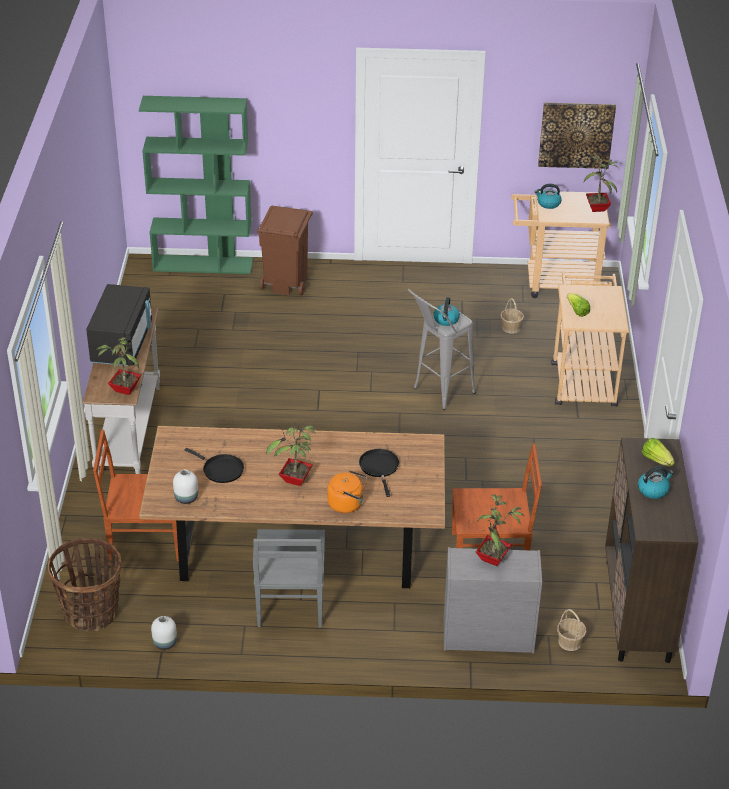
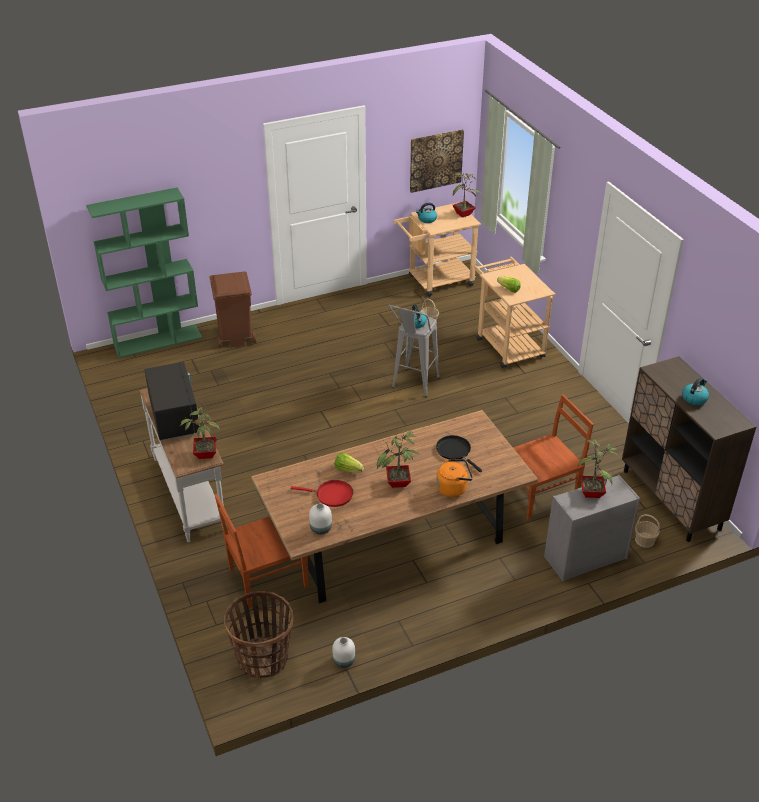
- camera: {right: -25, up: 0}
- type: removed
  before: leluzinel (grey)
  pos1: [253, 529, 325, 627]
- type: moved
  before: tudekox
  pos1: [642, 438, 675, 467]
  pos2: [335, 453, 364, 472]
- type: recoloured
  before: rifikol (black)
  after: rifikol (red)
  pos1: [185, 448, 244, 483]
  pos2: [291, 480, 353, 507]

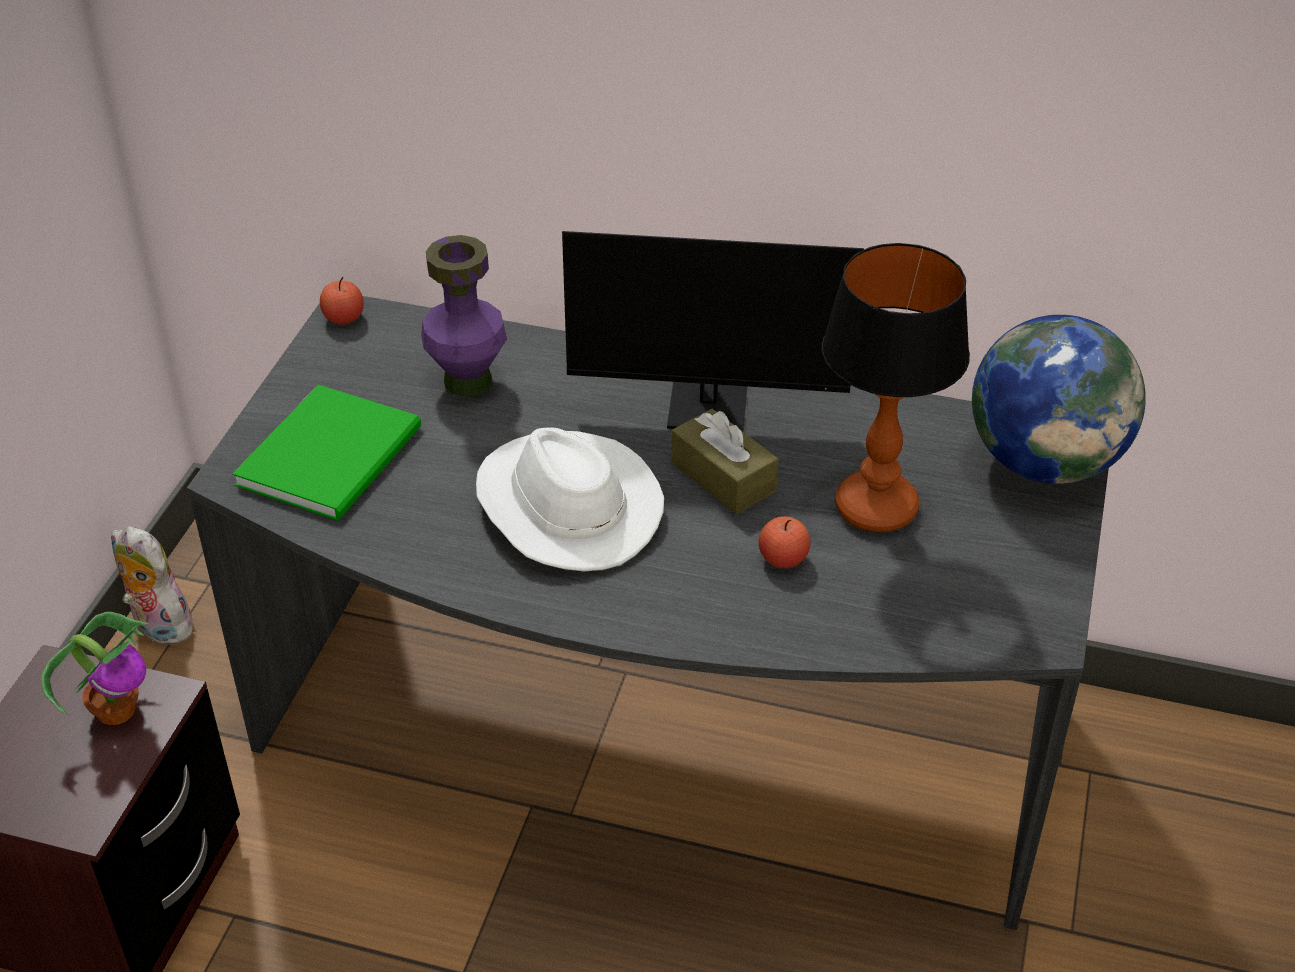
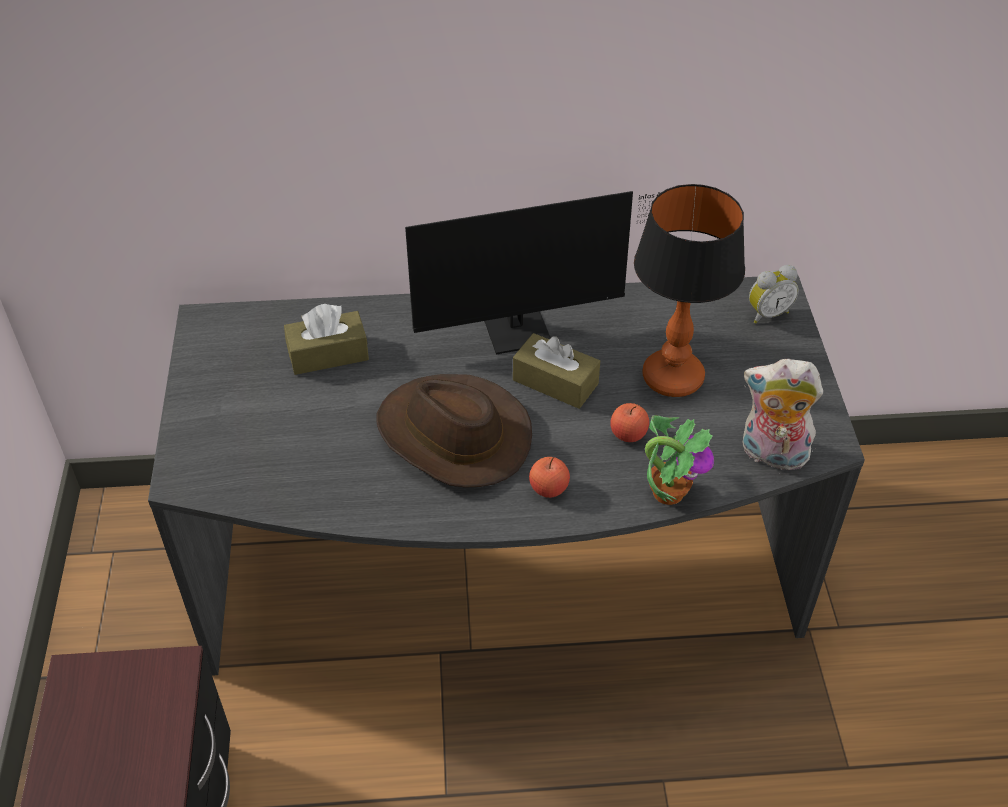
- camera: {right: -20, up: 5}
- type: removed
  before: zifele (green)
  pos1: [232, 385, 421, 521]
- type: moved
  before: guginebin
  pos1: [41, 612, 148, 725]
  pos2: [645, 415, 714, 505]
- type: moved
  before: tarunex
  pos1: [111, 526, 200, 645]
  pos2: [743, 359, 823, 470]
- type: moved
  before: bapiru
  pos1: [320, 277, 364, 325]
  pos2: [529, 457, 570, 498]
- type: replaced
  before: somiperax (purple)
  after: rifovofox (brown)
  pos1: [421, 235, 507, 397]
  pos2: [284, 304, 369, 375]
- type: replaced
  before: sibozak
  after: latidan
  pos1: [972, 315, 1146, 484]
  pos2: [749, 265, 799, 324]
- type: recoloured
  before: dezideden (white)
  after: dezideden (brown)
  pos1: [476, 427, 664, 571]
  pos2: [376, 374, 532, 488]

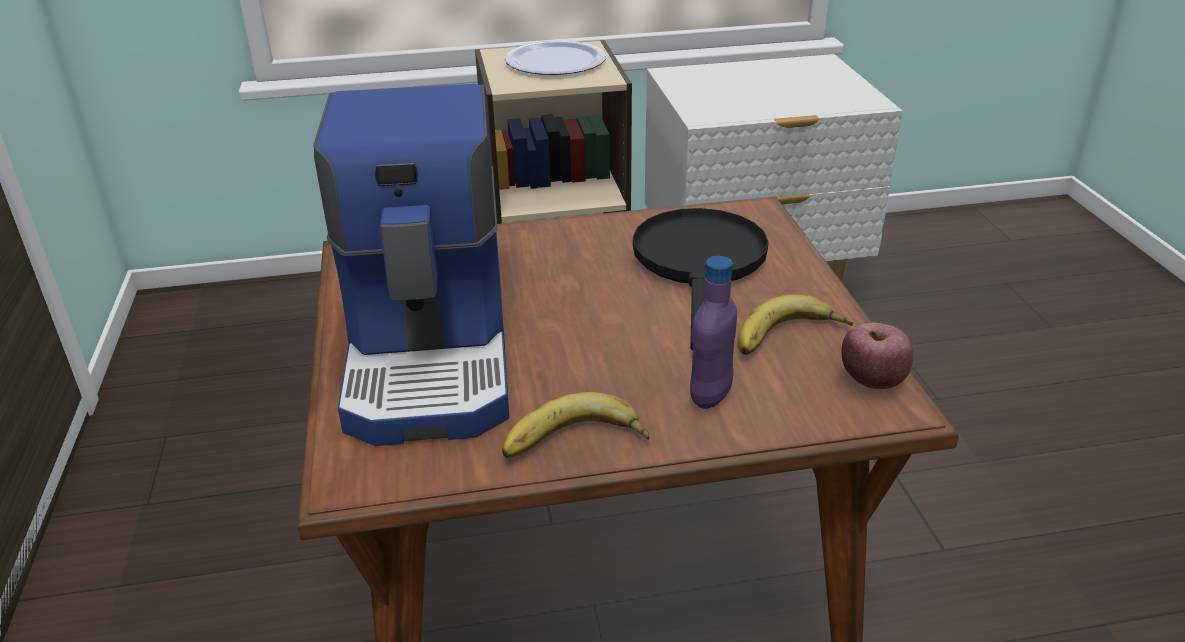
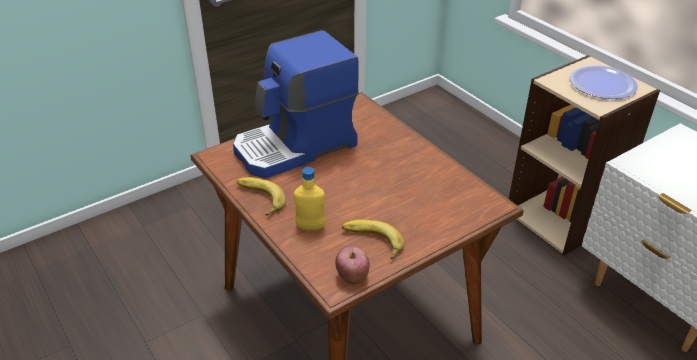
- camera: {right: 65, up: 5}
- type: removed
  before: rifikol (black)
  pos1: [633, 208, 769, 350]
- type: recoloured
  before: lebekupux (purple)
  after: lebekupux (yellow)
  pos1: [690, 256, 737, 409]
  pos2: [294, 167, 326, 231]

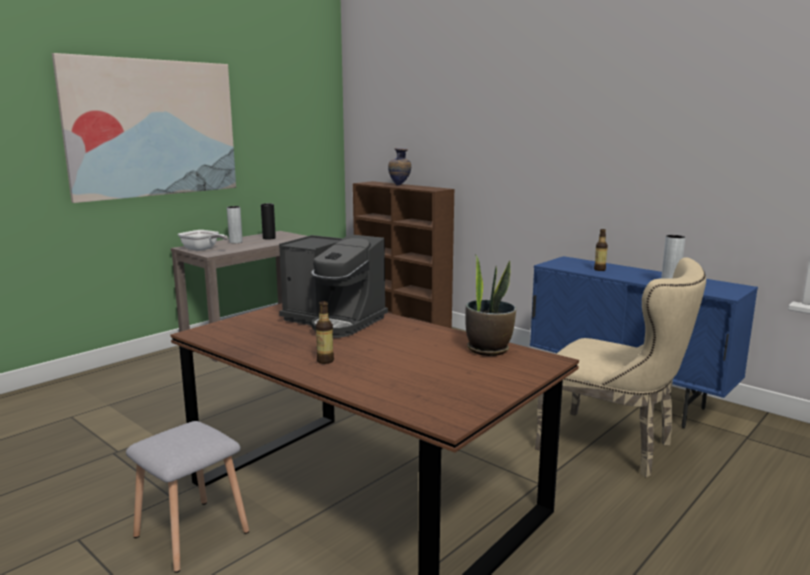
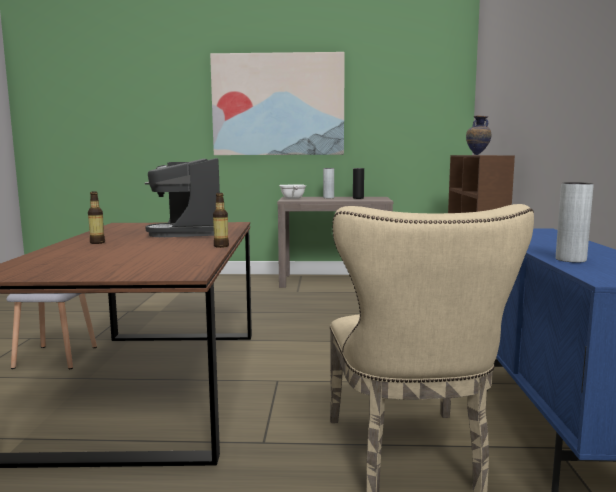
- camera: {right: 50, up: -5}
- type: removed
  before: guginebin
  pos1: [465, 254, 516, 356]
- type: moved
  before: lebekupux
  pos1: [594, 229, 608, 271]
  pos2: [213, 193, 229, 248]

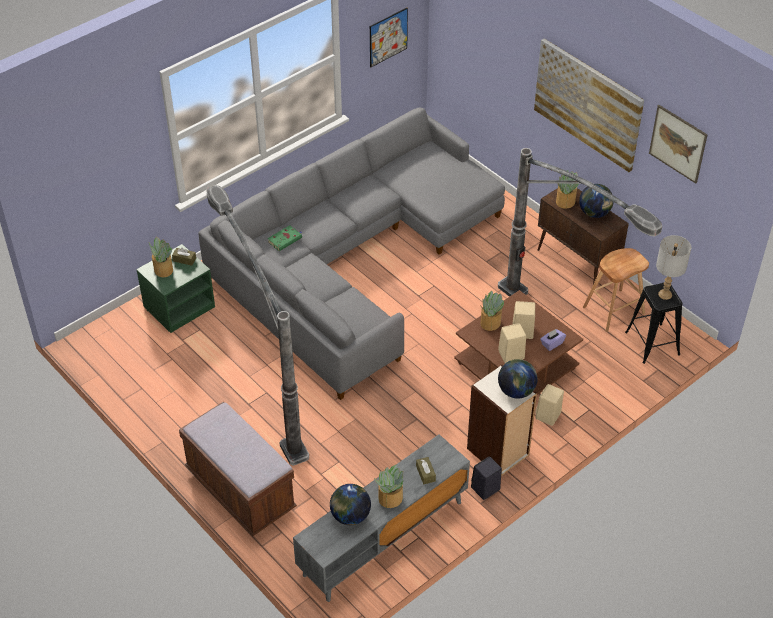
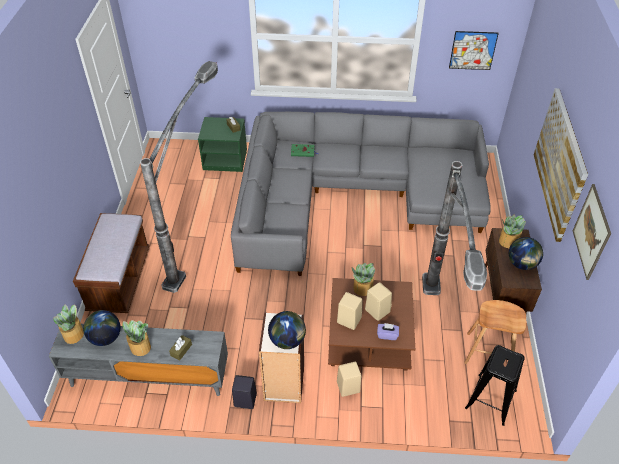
- camera: {right: 45, up: 0}
- type: removed
  before: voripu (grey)
  pos1: [656, 235, 691, 300]
- type: moved
  before: guginebin
  pos1: [149, 237, 173, 277]
  pos2: [53, 305, 84, 344]

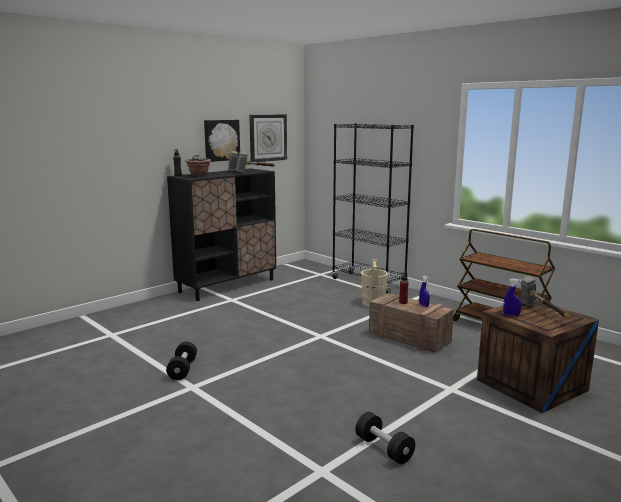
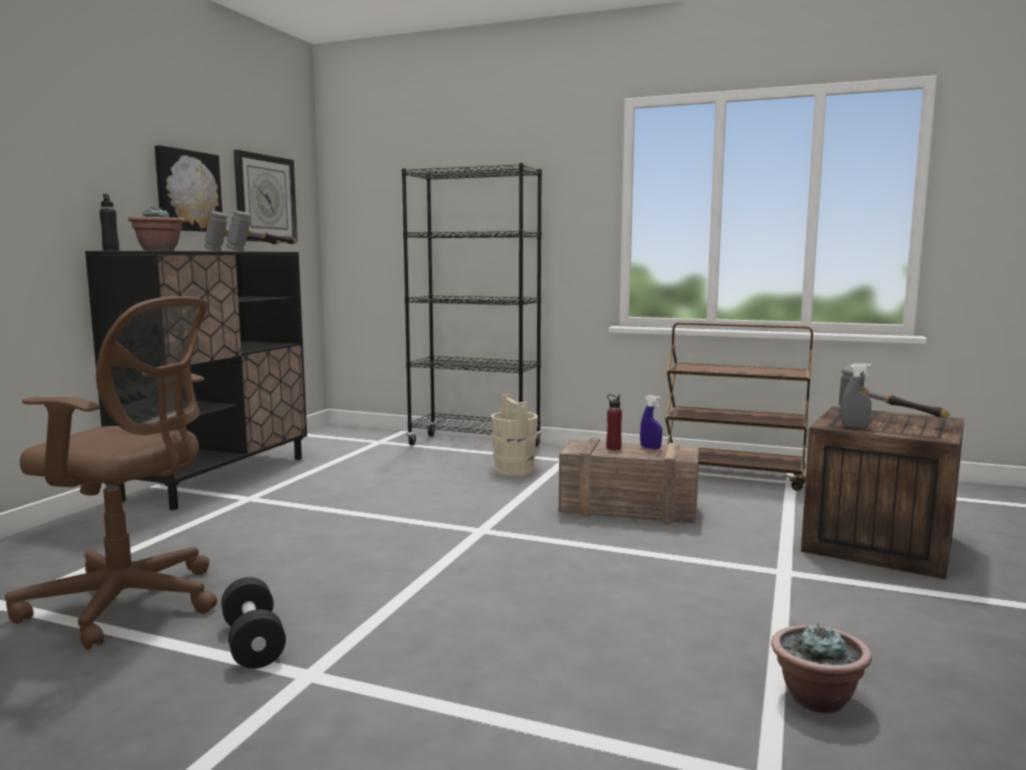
- camera: {right: -25, up: -5}
- type: added
  after: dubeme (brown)
  pos2: [5, 296, 217, 650]
- type: replaced
  before: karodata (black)
  after: guginebin
  pos1: [355, 412, 415, 464]
  pos2: [771, 622, 872, 713]
- type: recoloured
  before: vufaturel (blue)
  after: vufaturel (grey)
  pos1: [503, 278, 522, 316]
  pos2: [841, 363, 871, 427]

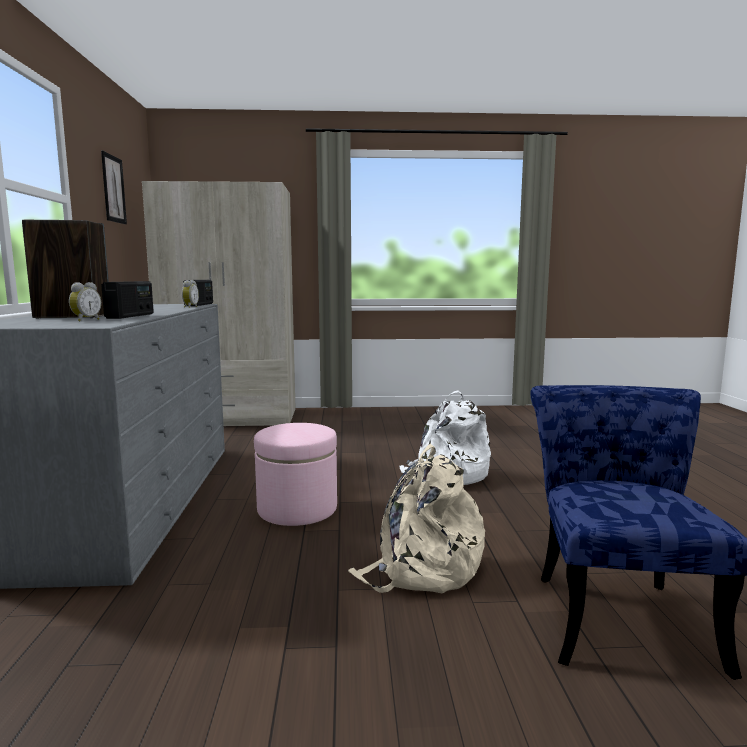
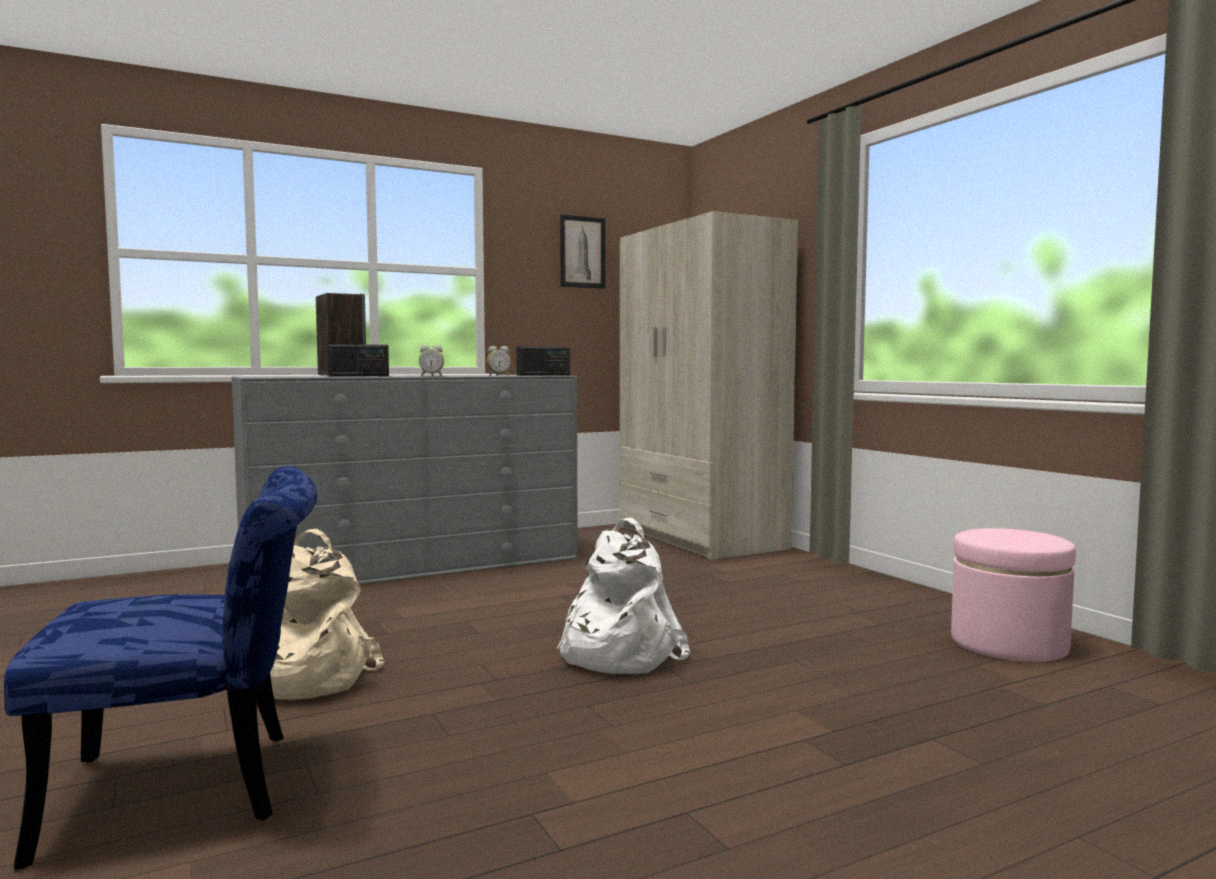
- camera: {right: 65, up: -5}
- type: moved
  before: latidan
  pos1: [69, 282, 101, 321]
  pos2: [419, 345, 444, 376]
- type: moved
  before: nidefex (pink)
  pos1: [254, 423, 337, 526]
  pos2: [951, 528, 1076, 662]

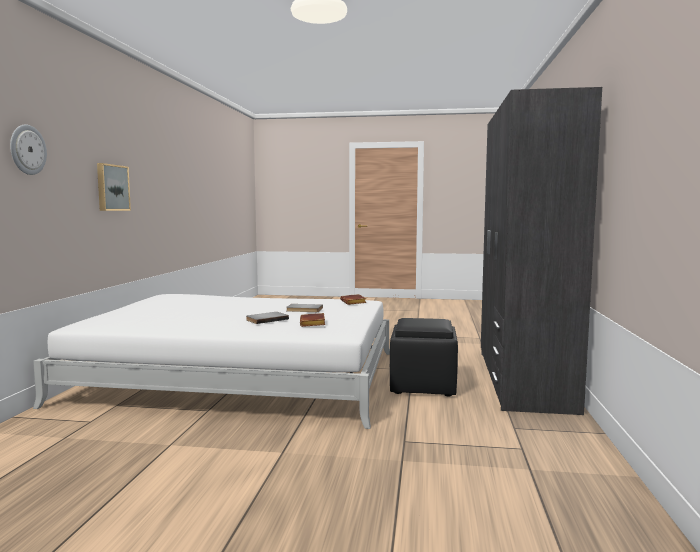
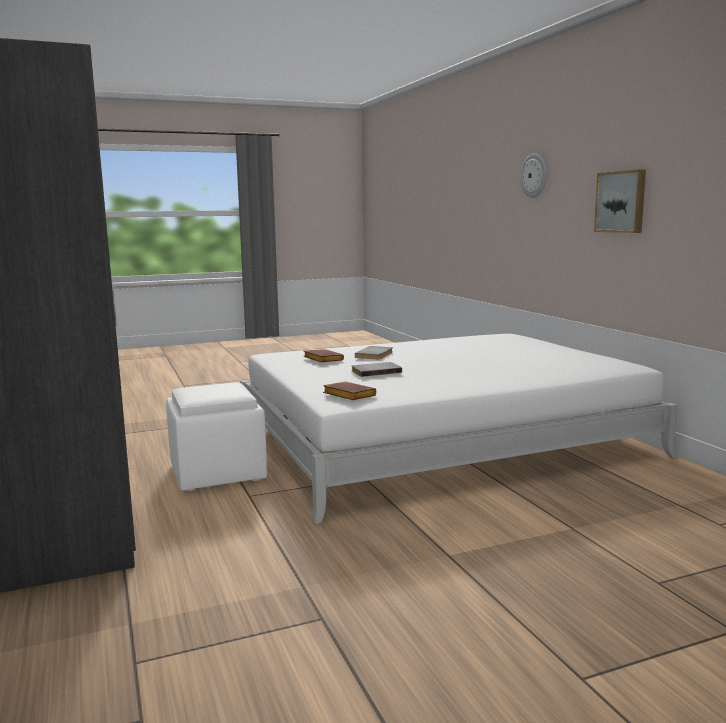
- camera: {right: 150, up: 5}
- type: recoloured
  before: nidefex (black)
  after: nidefex (white)
  pos1: [390, 318, 458, 396]
  pos2: [166, 382, 267, 491]

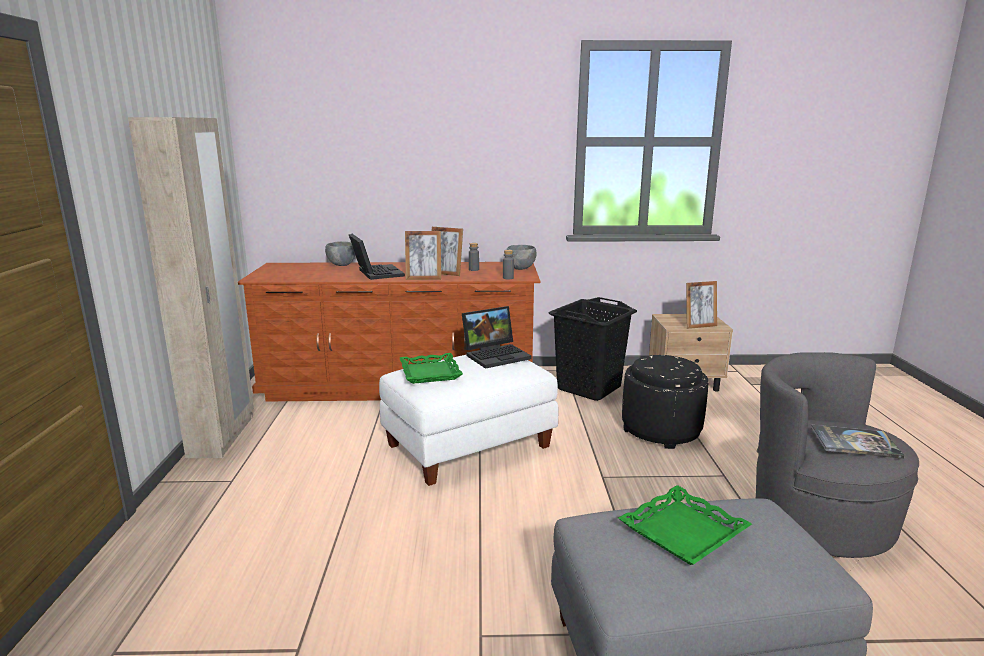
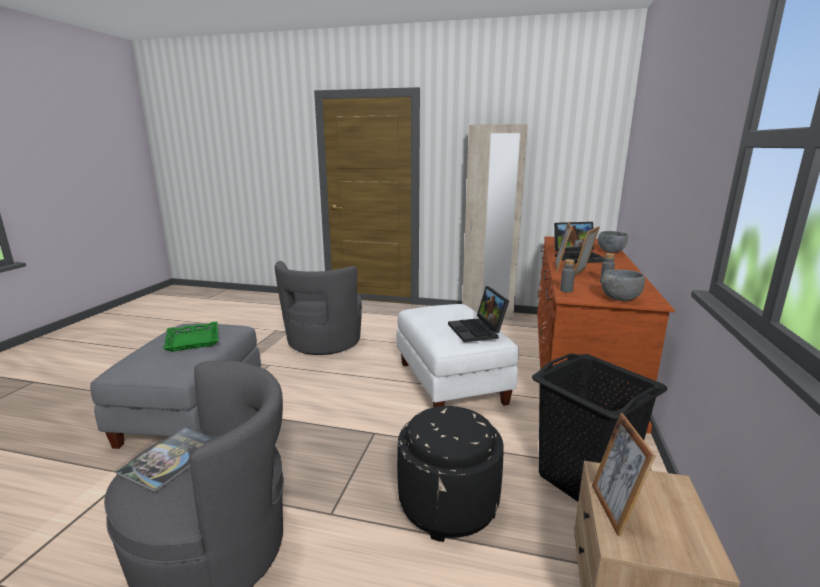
- camera: {right: 105, up: 0}
- type: removed
  before: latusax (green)
  pos1: [400, 353, 463, 384]
- type: added
  after: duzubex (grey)
  pos2: [275, 261, 362, 355]

